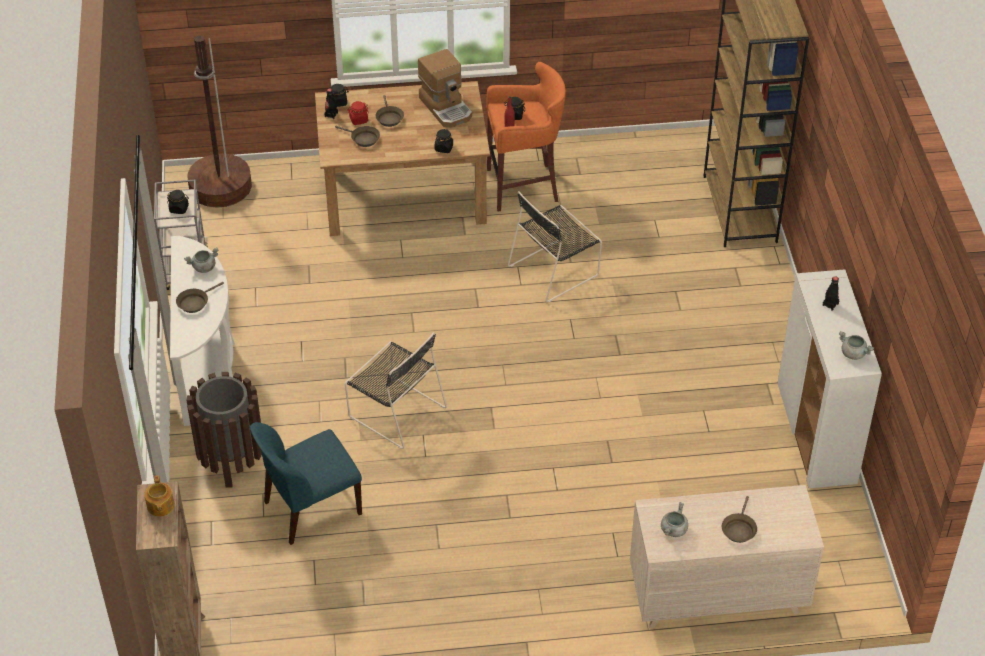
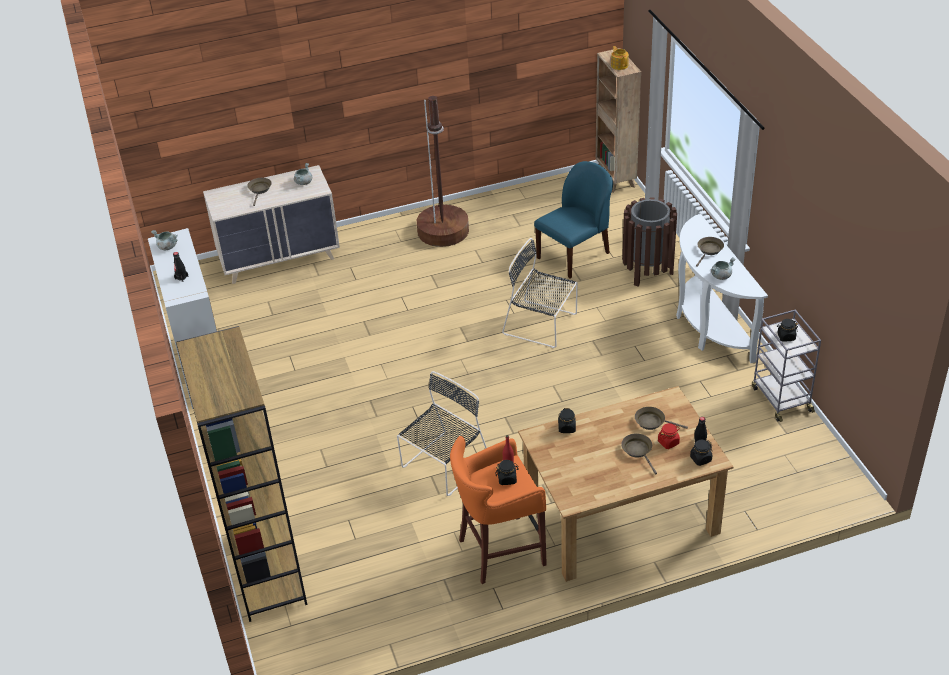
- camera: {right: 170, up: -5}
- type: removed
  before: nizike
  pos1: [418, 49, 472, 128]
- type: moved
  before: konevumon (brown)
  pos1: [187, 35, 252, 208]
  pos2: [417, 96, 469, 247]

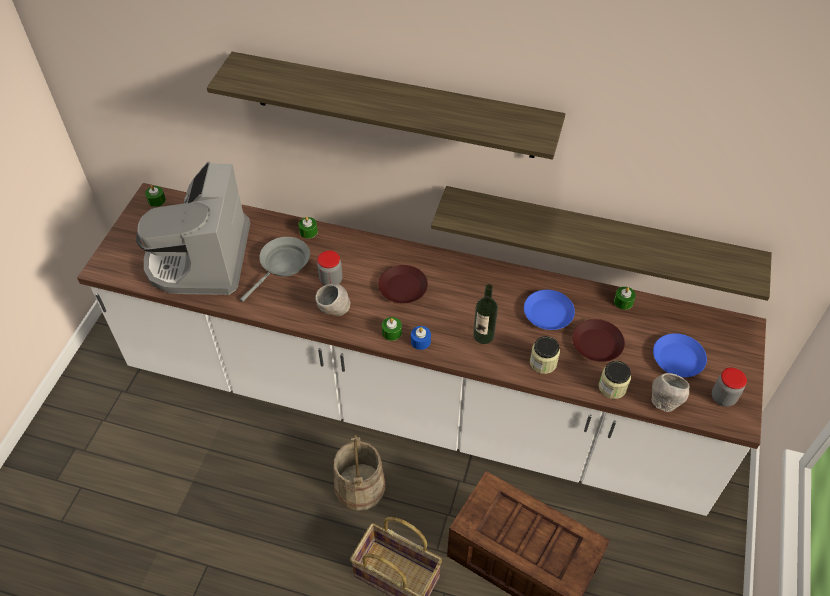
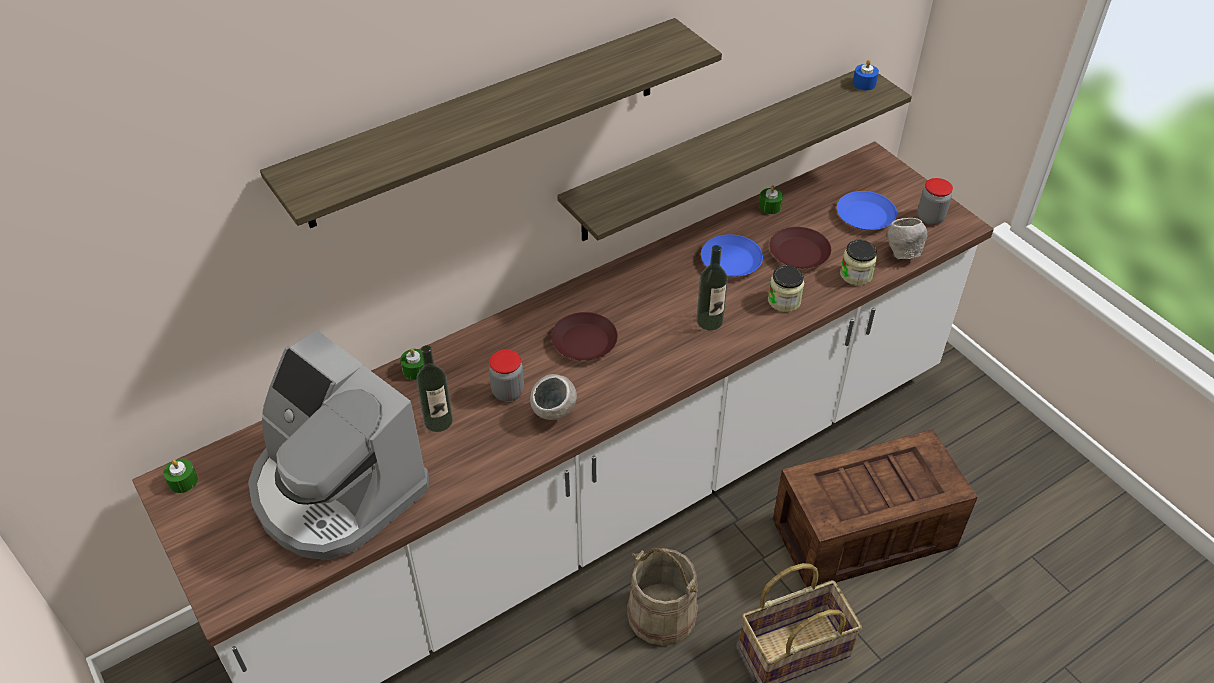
- camera: {right: -50, up: -5}
- type: removed
  before: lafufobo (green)
  pos1: [382, 317, 402, 341]
- type: moved
  before: lafufobo (blue)
  pos1: [411, 326, 431, 350]
  pos2: [853, 60, 879, 90]
- type: replaced
  before: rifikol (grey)
  after: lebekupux
  pos1: [240, 237, 310, 302]
  pos2: [416, 345, 453, 432]

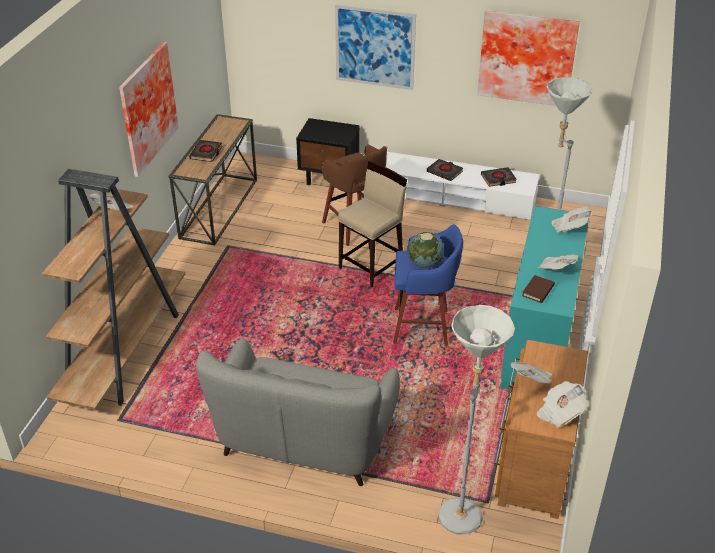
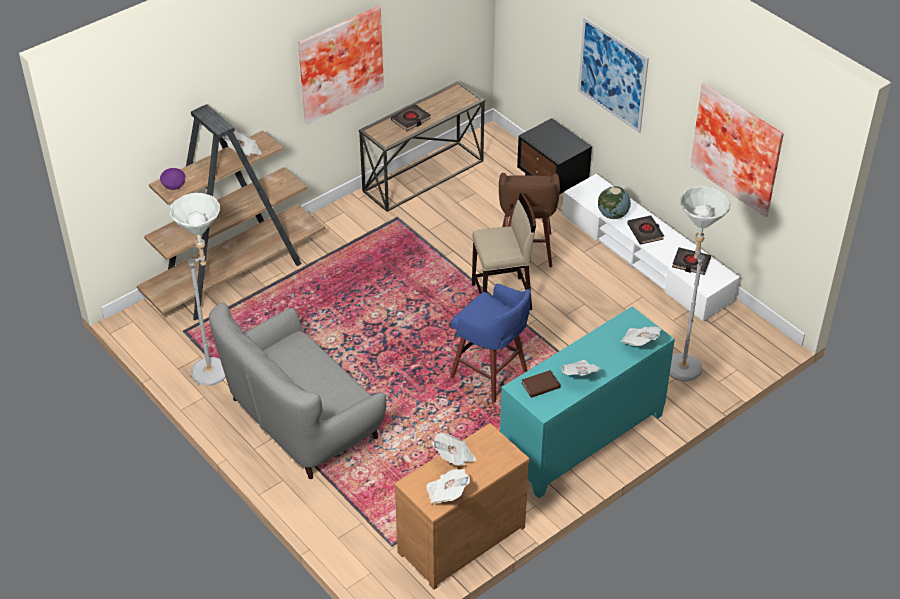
- camera: {right: 35, up: 5}
- type: added
  after: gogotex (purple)
  pos2: [160, 168, 185, 190]
- type: moved
  before: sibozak
  pos1: [408, 232, 444, 268]
  pos2: [598, 186, 631, 219]
- type: moved
  before: konevumon (grey)
  pos1: [438, 305, 515, 535]
  pos2: [170, 193, 226, 386]

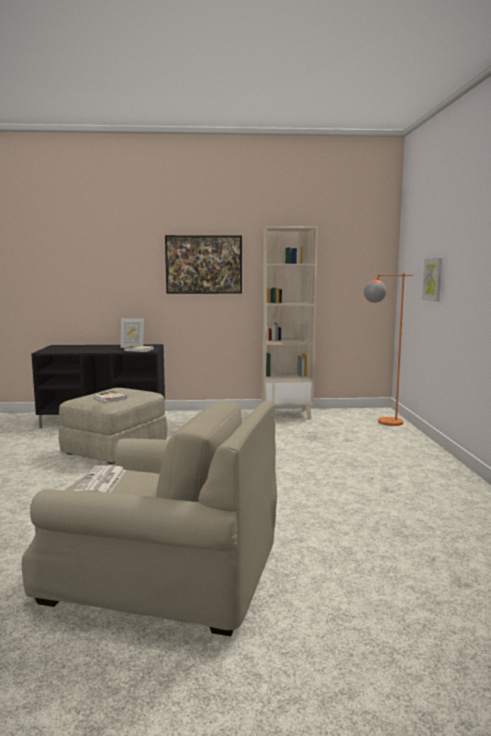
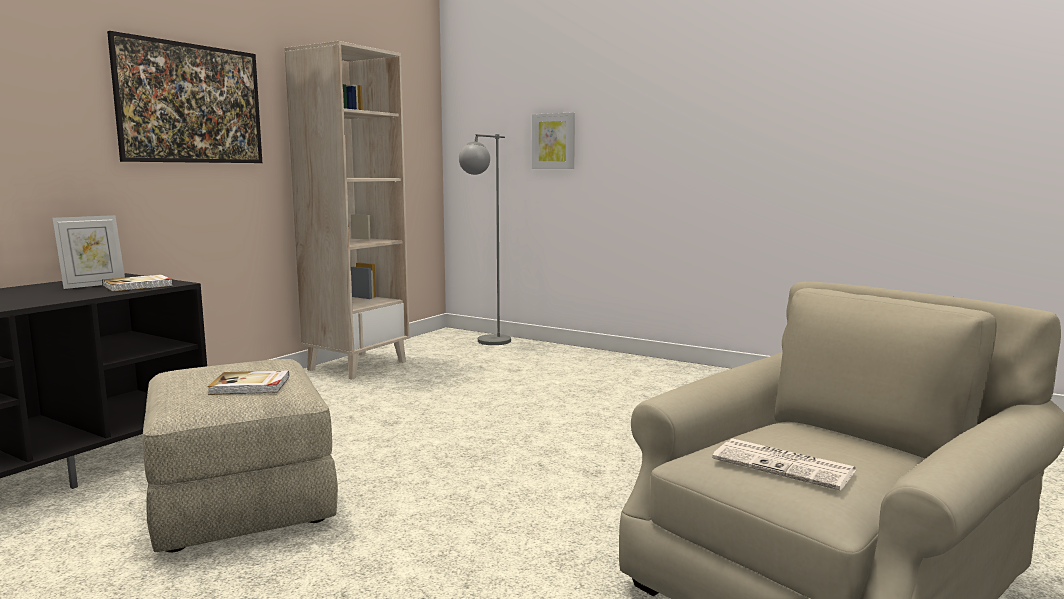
- camera: {right: -55, up: 0}
- type: recoloured
  before: konevumon (orange)
  after: konevumon (grey)
  pos1: [364, 273, 413, 426]
  pos2: [459, 134, 511, 345]

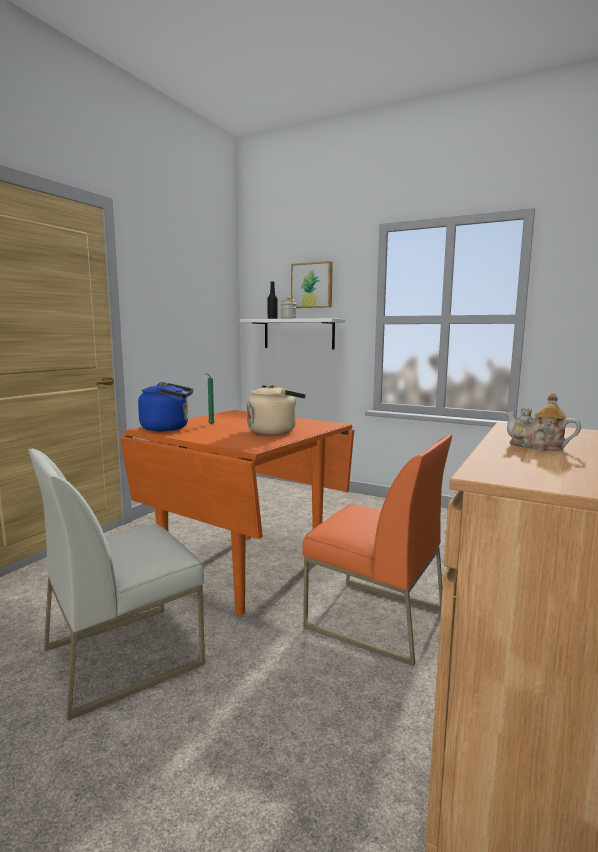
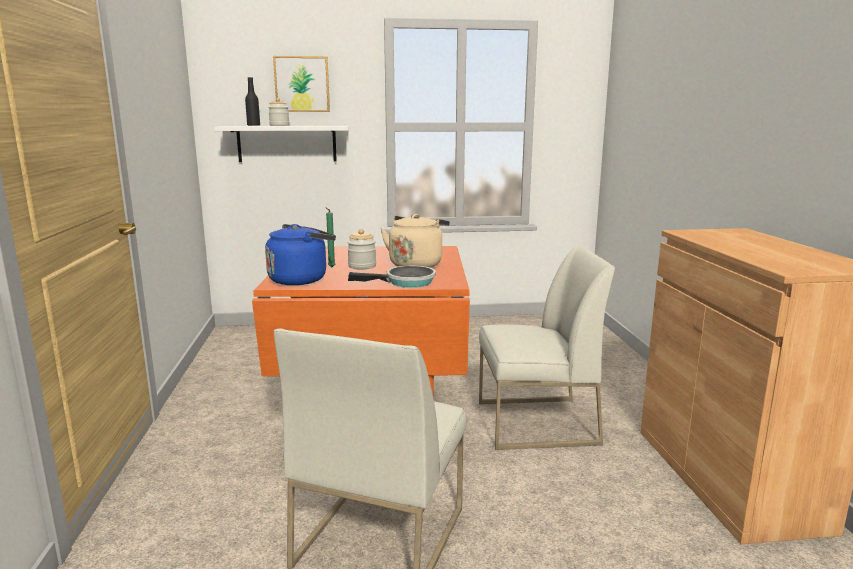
- camera: {right: -35, up: 5}
- type: removed
  before: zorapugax
  pos1: [505, 393, 581, 451]
- type: added
  after: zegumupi
  pos2: [347, 229, 376, 269]
- type: added
  after: rifikol
  pos2: [348, 266, 436, 288]
- type: recoloured
  before: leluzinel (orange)
  after: leluzinel (white)
  pos1: [302, 435, 452, 666]
  pos2: [479, 245, 615, 450]

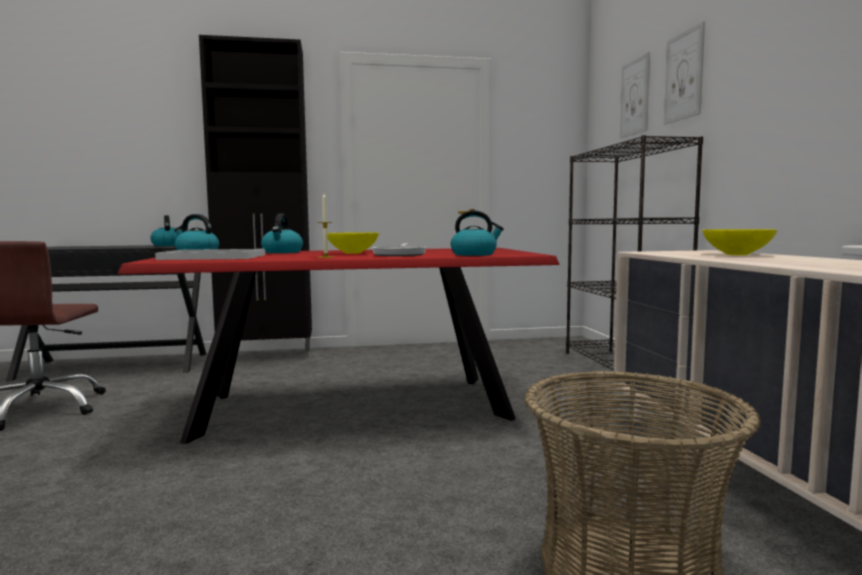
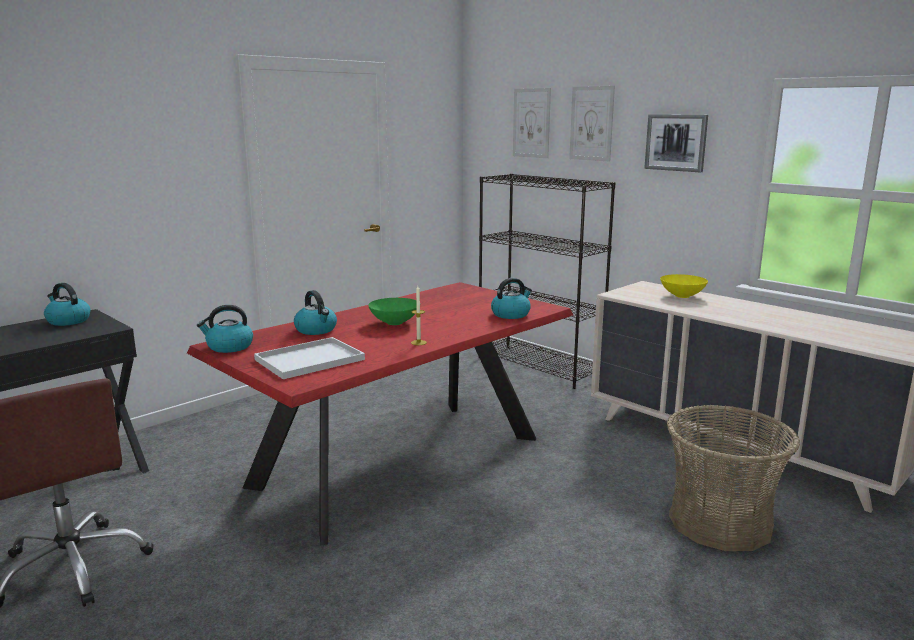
- camera: {right: -35, up: 10}
- type: removed
  before: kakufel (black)
  pos1: [199, 35, 312, 358]
- type: removed
  before: rifikol
  pos1: [372, 243, 426, 256]
- type: added
  after: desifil
  pos2: [644, 114, 708, 172]
- type: recoloured
  before: gogotex (yellow)
  after: gogotex (green)
  pos1: [327, 232, 379, 254]
  pos2: [368, 298, 417, 325]

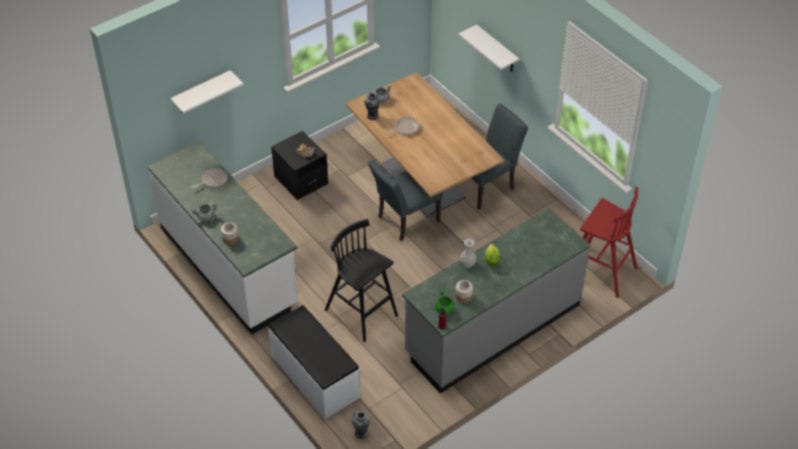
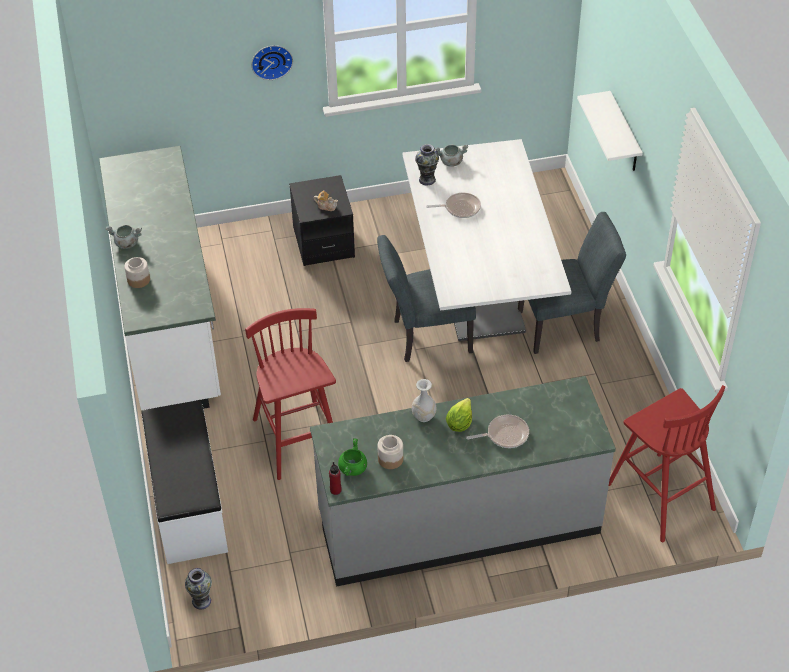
- camera: {right: 25, up: 0}
- type: removed
  before: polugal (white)
  pos1: [170, 70, 244, 114]
- type: added
  after: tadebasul
  pos2: [251, 45, 293, 80]
- type: moved
  before: rifikol
  pos1: [191, 168, 227, 189]
  pos2: [466, 415, 529, 448]
- type: recoloured
  before: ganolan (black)
  after: ganolan (red)
  pos1: [325, 219, 398, 342]
  pos2: [245, 308, 336, 480]
- type: recoloured
  before: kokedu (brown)
  after: kokedu (white)
  pos1: [346, 72, 504, 217]
  pos2: [403, 139, 571, 341]

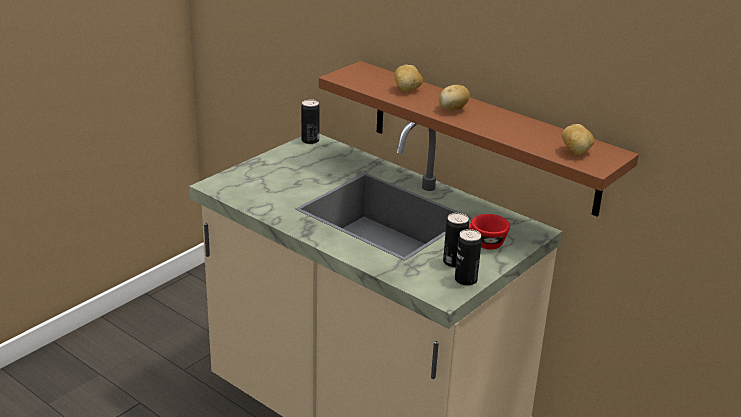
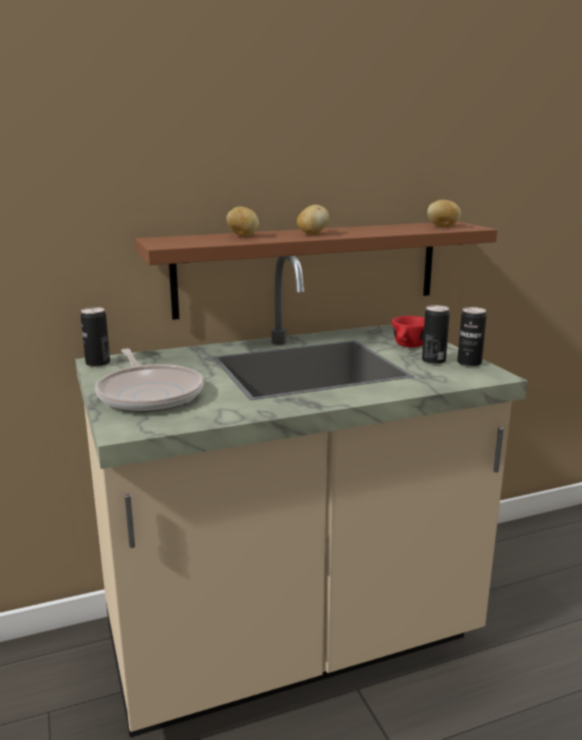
- camera: {right: -60, up: -10}
- type: added
  after: rifikol
  pos2: [95, 348, 204, 412]

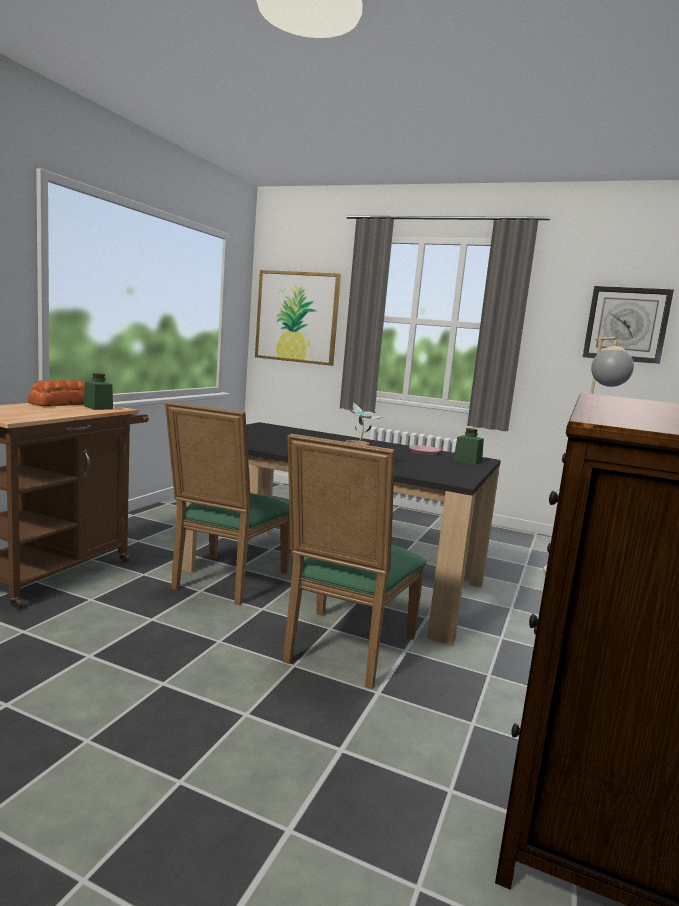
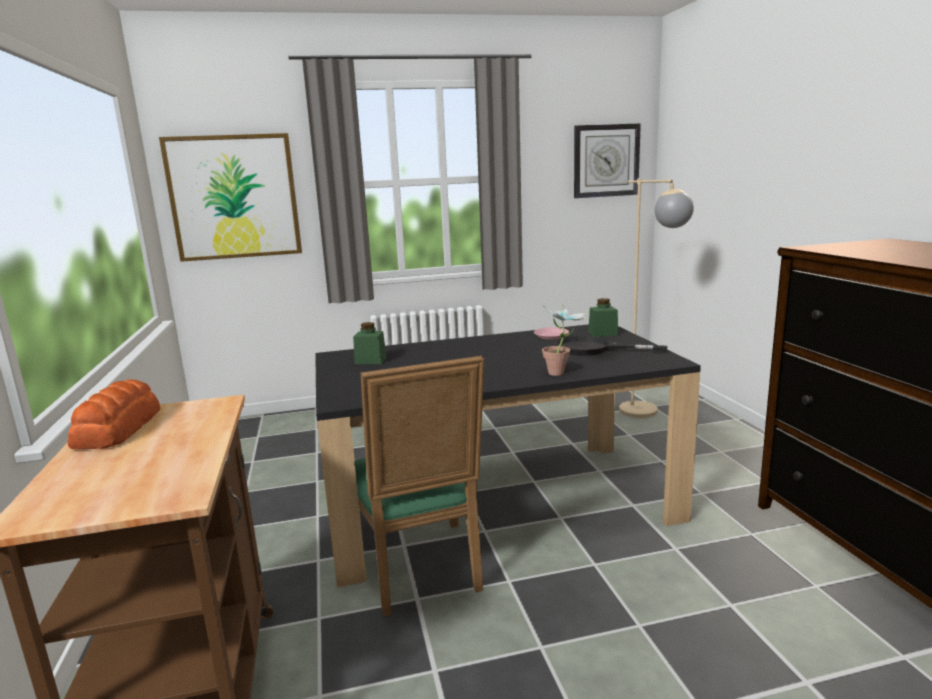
- camera: {right: -35, up: 5}
- type: removed
  before: leluzinel (green)
  pos1: [283, 433, 427, 689]
- type: added
  after: rifikol (black)
  pos2: [555, 336, 667, 356]
- type: moved
  before: zegumupi (green)
  pos1: [84, 373, 113, 410]
  pos2: [353, 322, 387, 364]

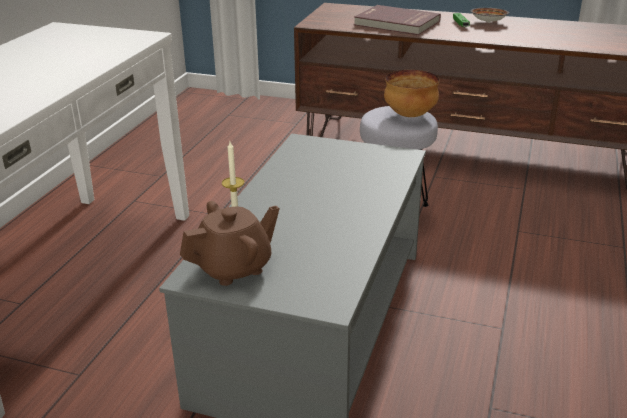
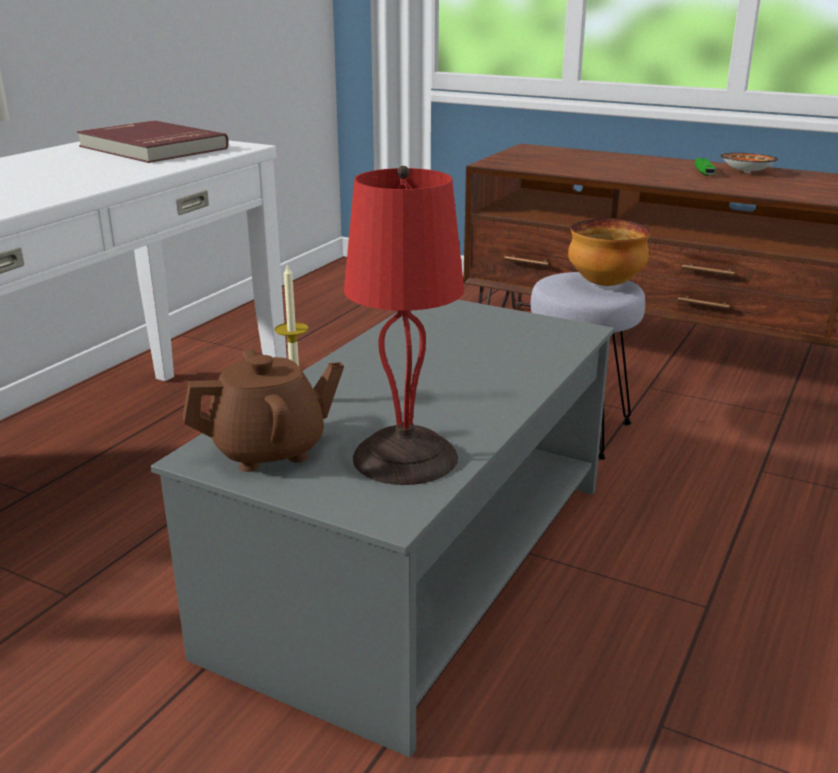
- camera: {right: 10, up: -5}
- type: added
  after: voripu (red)
  pos2: [344, 166, 464, 485]
- type: moved
  before: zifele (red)
  pos1: [354, 5, 441, 35]
  pos2: [77, 120, 229, 163]

